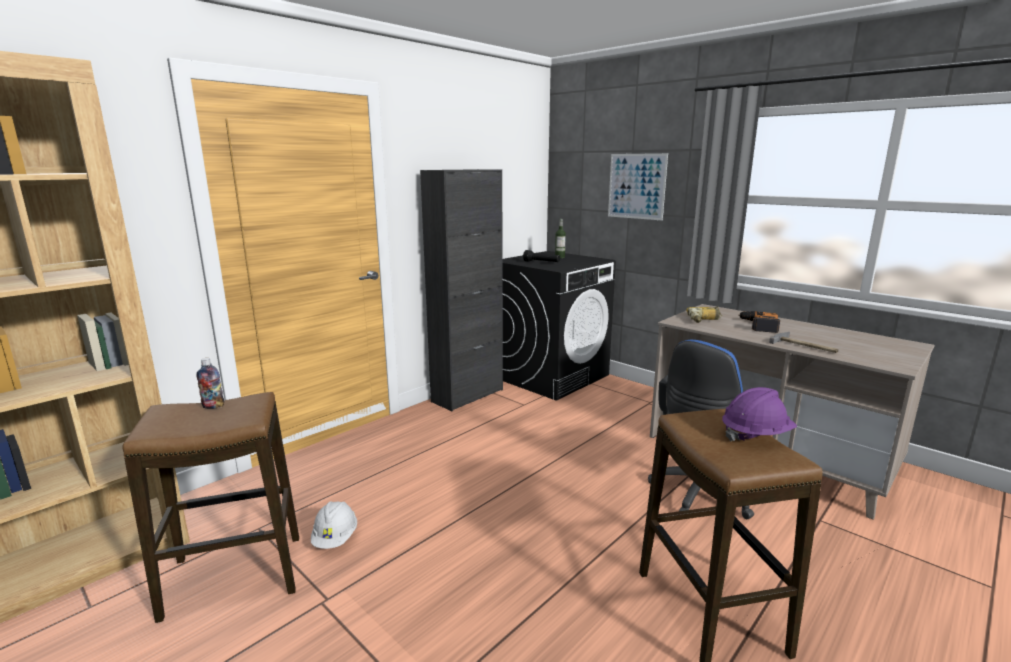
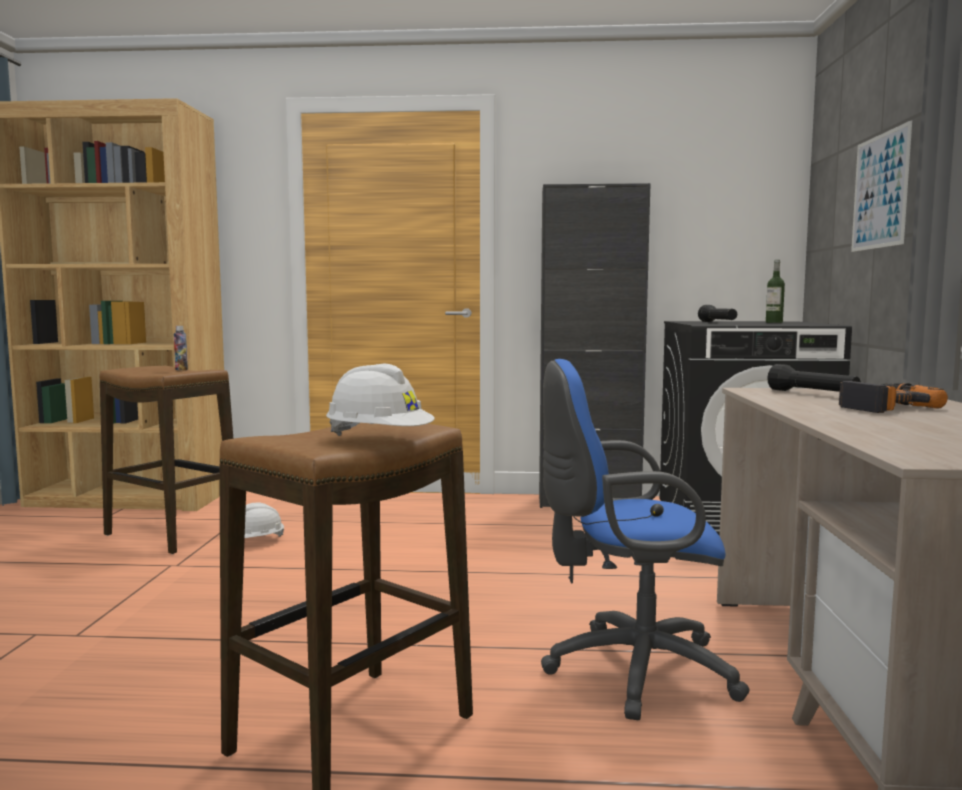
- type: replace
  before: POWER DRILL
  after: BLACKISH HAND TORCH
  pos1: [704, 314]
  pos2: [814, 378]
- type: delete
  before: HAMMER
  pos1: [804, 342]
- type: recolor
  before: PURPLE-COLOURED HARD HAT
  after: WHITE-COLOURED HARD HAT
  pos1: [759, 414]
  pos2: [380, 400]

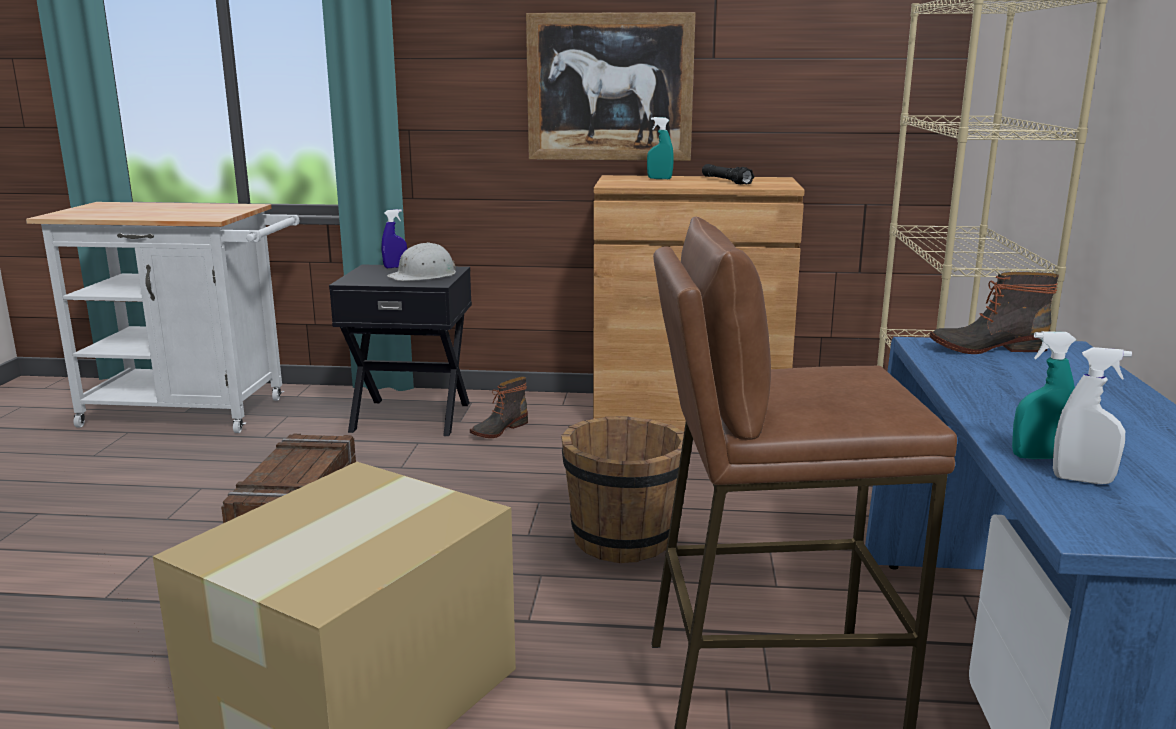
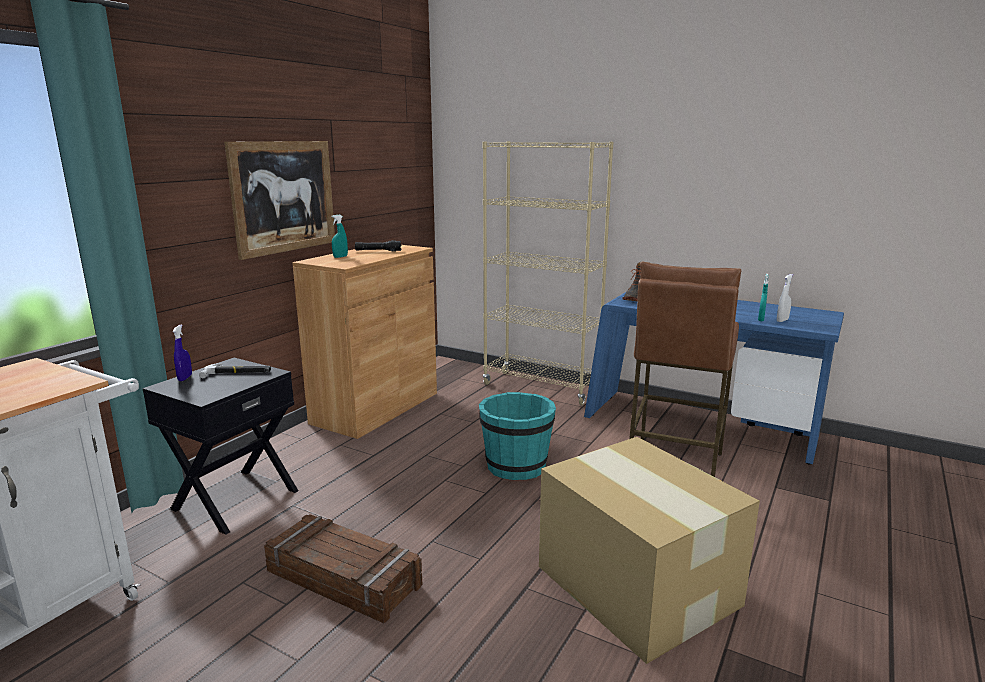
- type: replace
  before: WHITE-COLOURED HARD HAT
  after: HAMMER
  pos1: [421, 261]
  pos2: [235, 370]
- type: delete
  before: TALL BOOT
  pos1: [499, 407]
- type: recolor
  before: BROWN-COLOURED BUCKET
  after: BLUE-GREEN BUCKET
  pos1: [622, 490]
  pos2: [517, 436]

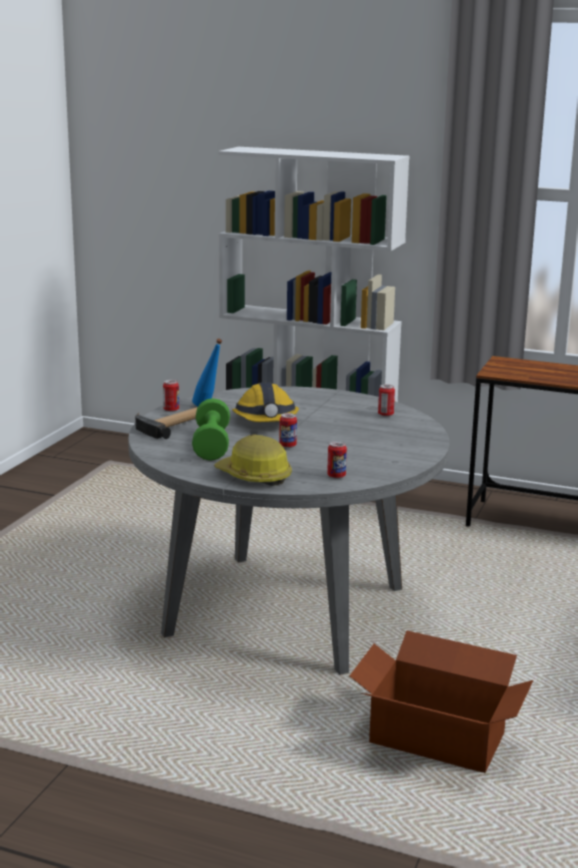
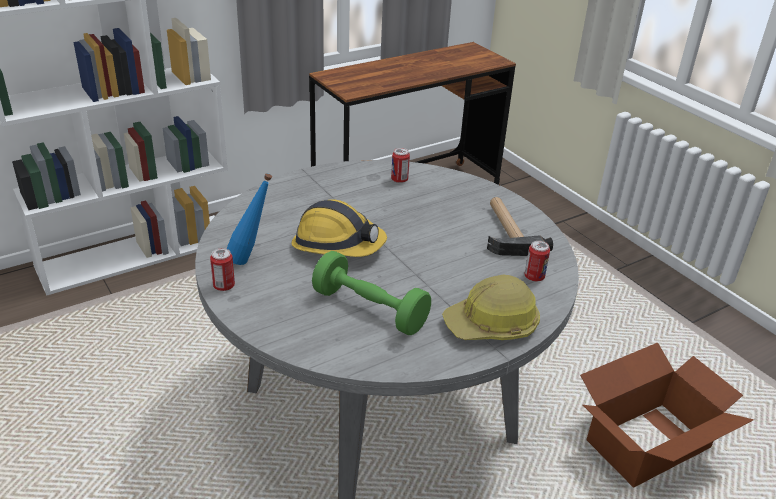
- type: move
  before: HAMMER
  pos1: [166, 423]
  pos2: [520, 226]
- type: delete
  before: METAL CAN
  pos1: [288, 430]

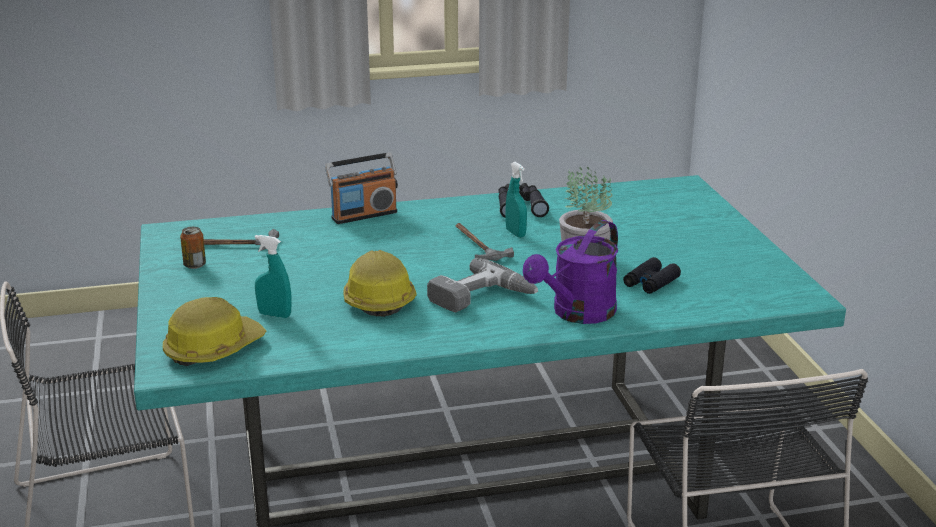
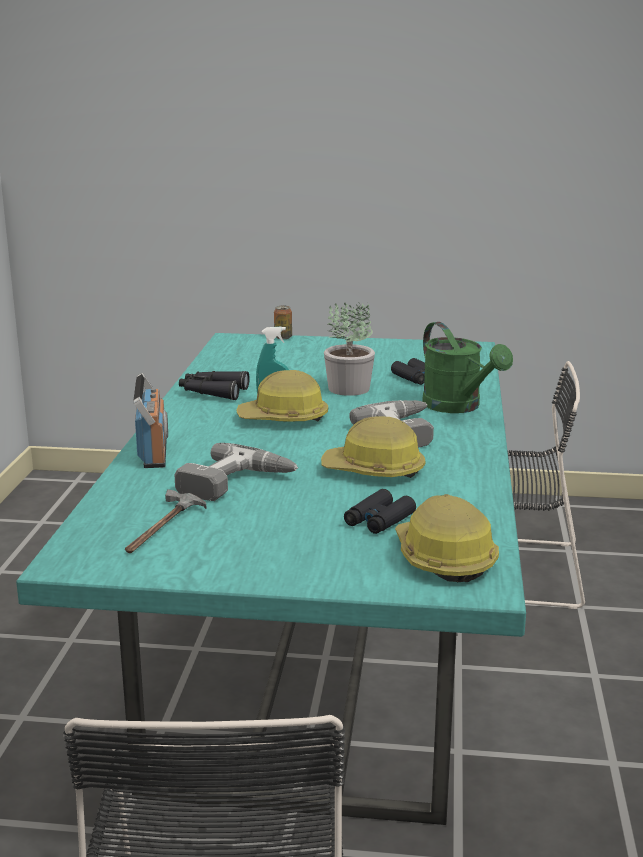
- type: recolor
  before: PURPLE-COLOURED WATERING CAN
  after: GREEN WATERING CAN
  pos1: [570, 272]
  pos2: [467, 367]
- type: replace
  before: HAMMER
  after: HARD HAT
  pos1: [485, 242]
  pos2: [282, 396]
- type: move
  before: METAL CAN
  pos1: [193, 248]
  pos2: [283, 322]
- type: replace
  before: BLUE-GREEN HAND SPRAYER
  after: BLACKISH BINOCULARS
  pos1: [273, 276]
  pos2: [380, 511]
- type: insert
  after: POWER DRILL
  pos2: [236, 472]

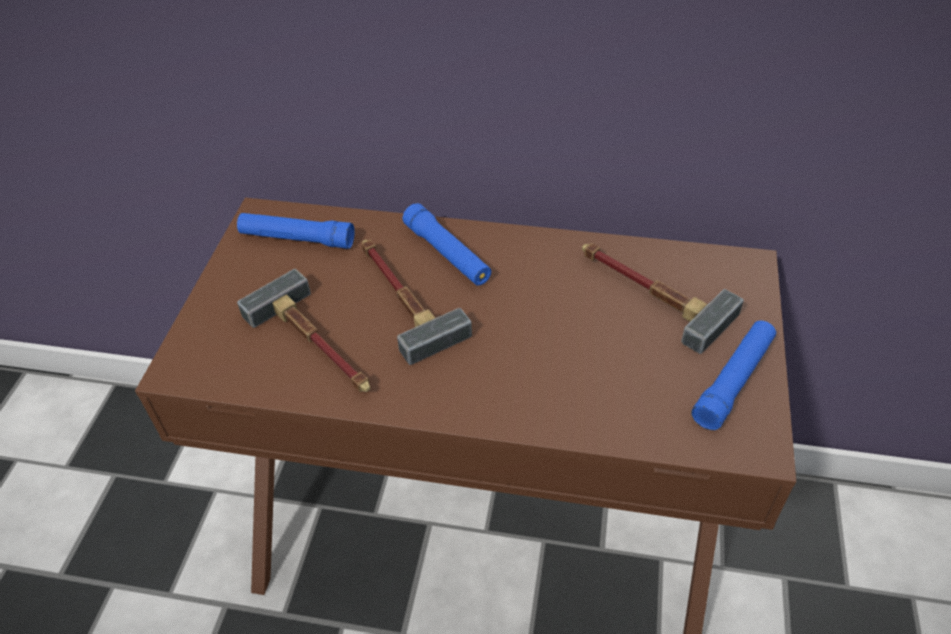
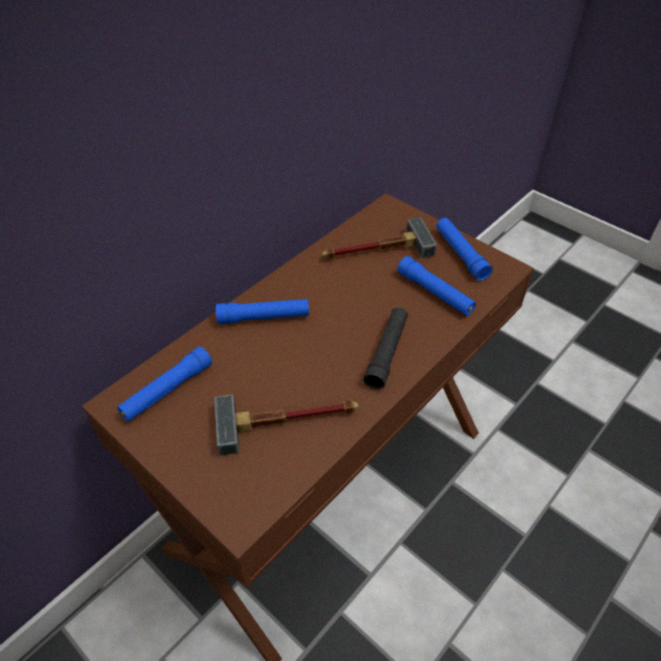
- type: delete
  before: HAMMER
  pos1: [417, 302]
- type: insert
  after: BLUE HAND TORCH
  pos2: [436, 286]
- type: insert
  after: BLACKISH HAND TORCH
  pos2: [385, 348]

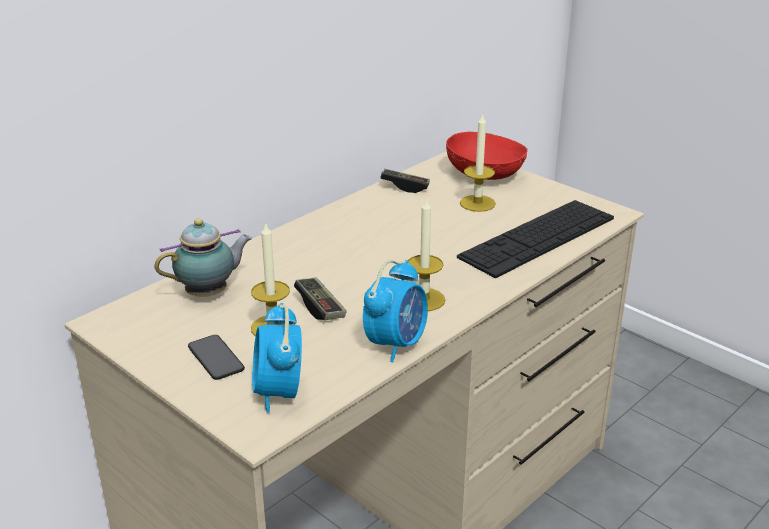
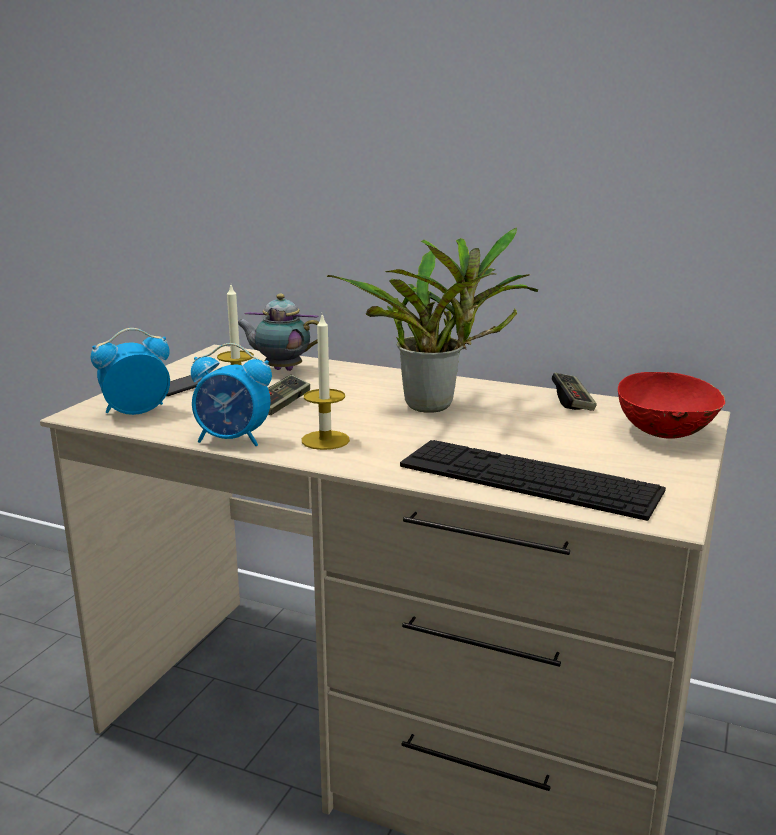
- type: delete
  before: WAX LIGHT
  pos1: [478, 162]
- type: rotate
  before: TEA POT
  pos1: [203, 258]
  pos2: [278, 332]
  turn: 150
- type: insert
  after: HOUSEPLANT
  pos2: [432, 319]

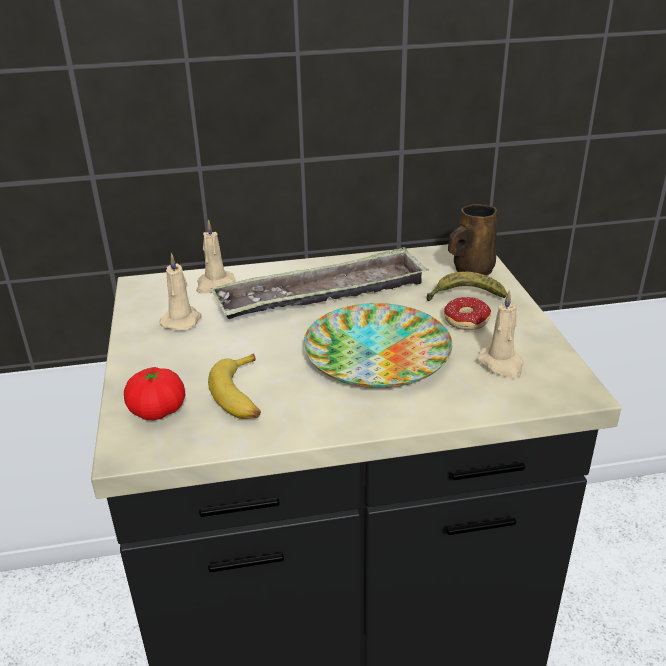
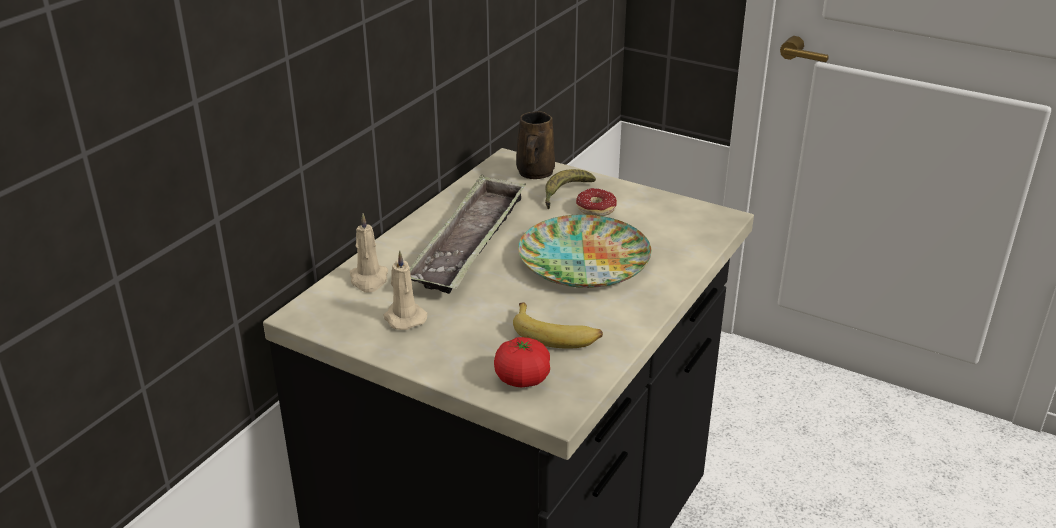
- type: delete
  before: SAND-COLOURED WAX LIGHT
  pos1: [500, 334]

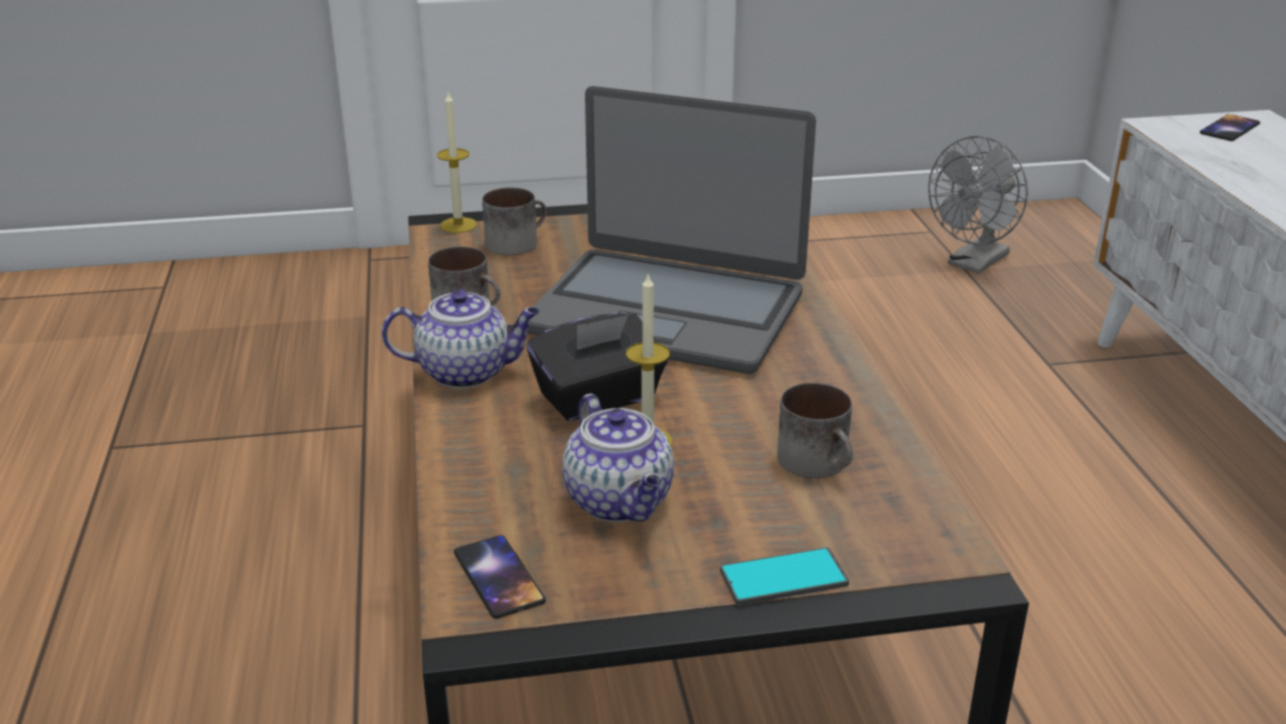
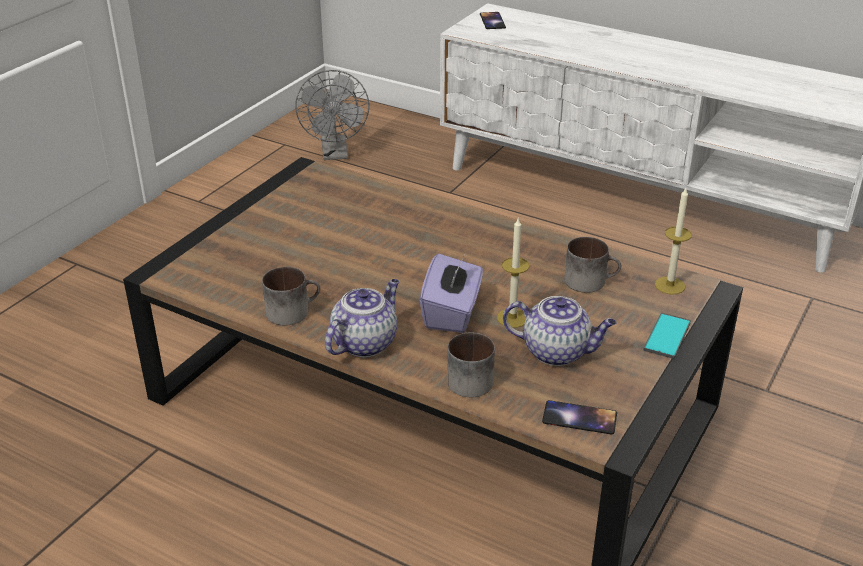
- type: delete
  before: PORTABLE COMPUTER
  pos1: [671, 230]
- type: move
  before: WAX LIGHT
  pos1: [457, 162]
  pos2: [673, 241]
- type: move
  before: MUG
  pos1: [514, 222]
  pos2: [471, 364]
- type: recolor
  before: BLACKISH TISSUE HOLDER
  after: PURPLE-COLOURED TISSUE HOLDER
  pos1: [597, 367]
  pos2: [451, 293]

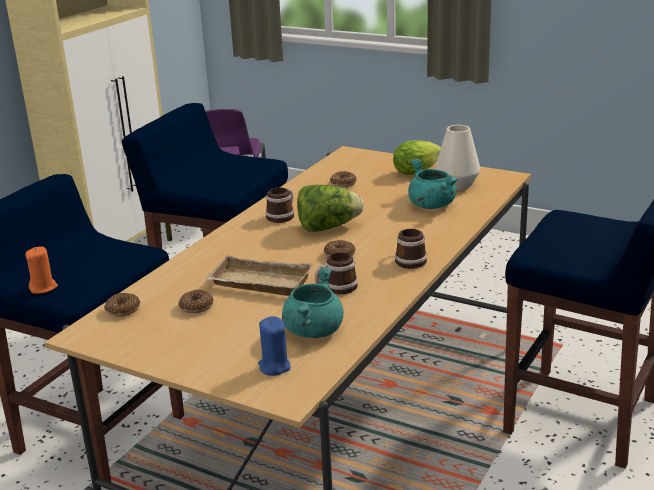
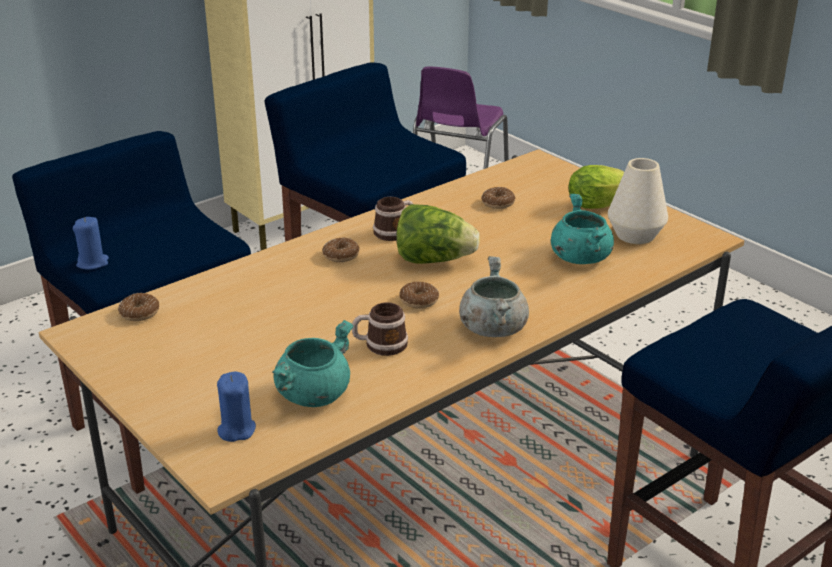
- type: replace
  before: MUG
  after: GREY STOCKPOT
  pos1: [411, 249]
  pos2: [494, 296]
- type: recolor
  before: ORANGE WAX LIGHT
  after: BLUE WAX LIGHT
  pos1: [41, 270]
  pos2: [91, 243]
- type: delete
  before: SAND-COLOURED CARRYING TRAY
  pos1: [259, 275]
- type: move
  before: RING DOUGHNUT
  pos1: [196, 301]
  pos2: [341, 249]

